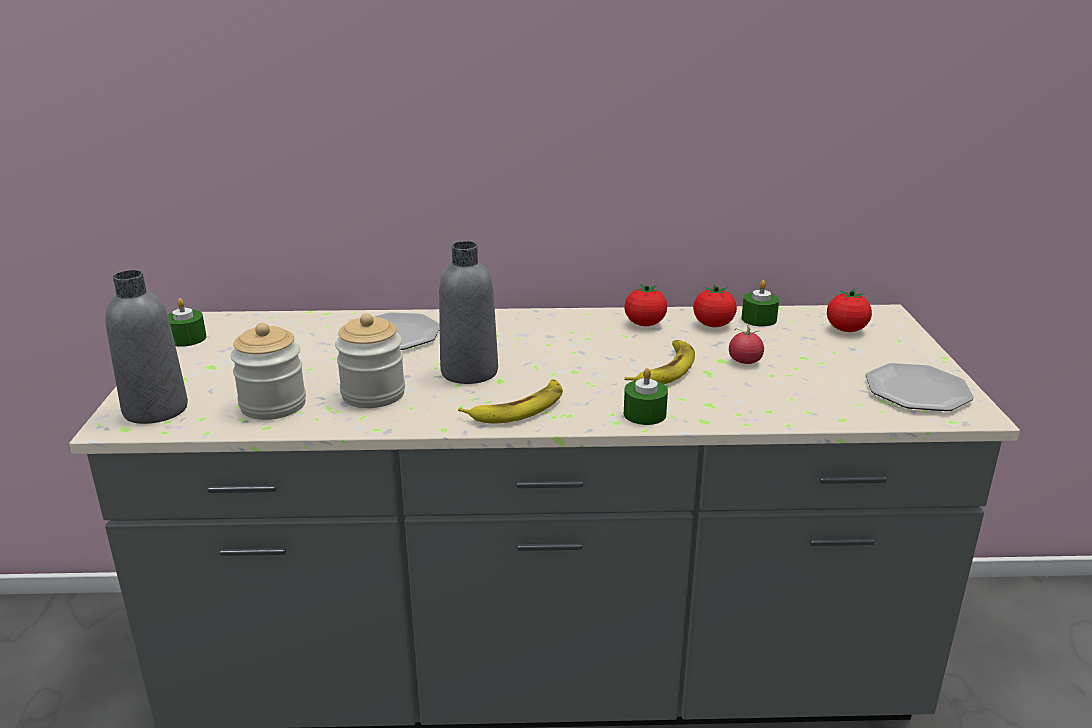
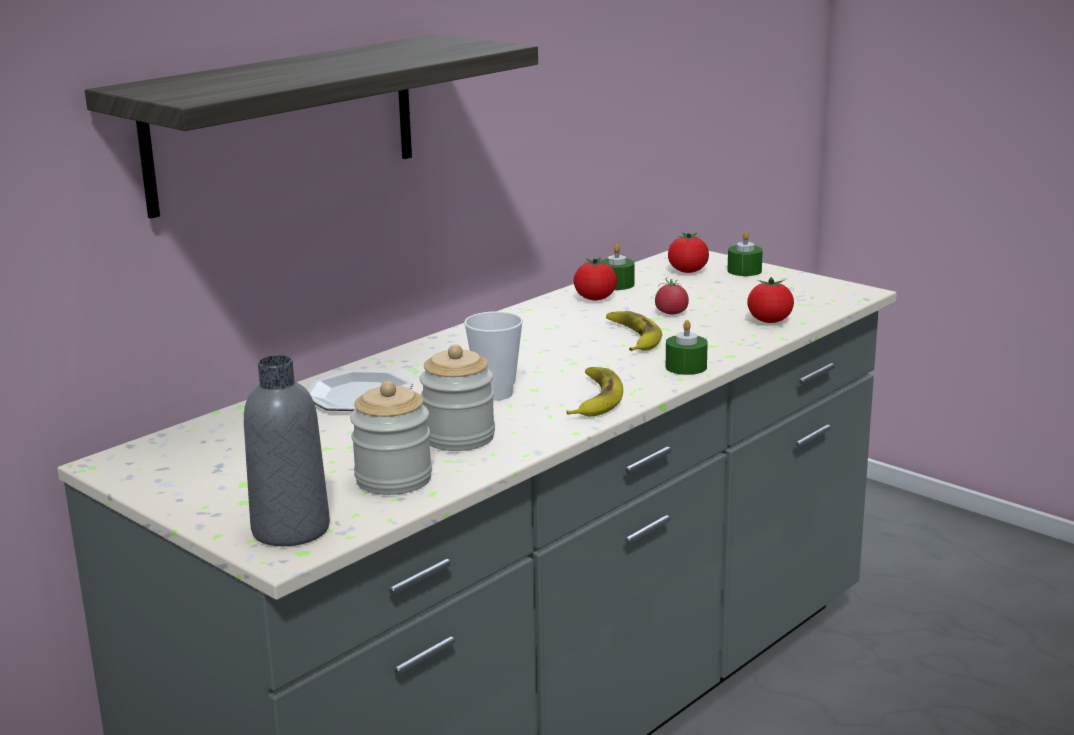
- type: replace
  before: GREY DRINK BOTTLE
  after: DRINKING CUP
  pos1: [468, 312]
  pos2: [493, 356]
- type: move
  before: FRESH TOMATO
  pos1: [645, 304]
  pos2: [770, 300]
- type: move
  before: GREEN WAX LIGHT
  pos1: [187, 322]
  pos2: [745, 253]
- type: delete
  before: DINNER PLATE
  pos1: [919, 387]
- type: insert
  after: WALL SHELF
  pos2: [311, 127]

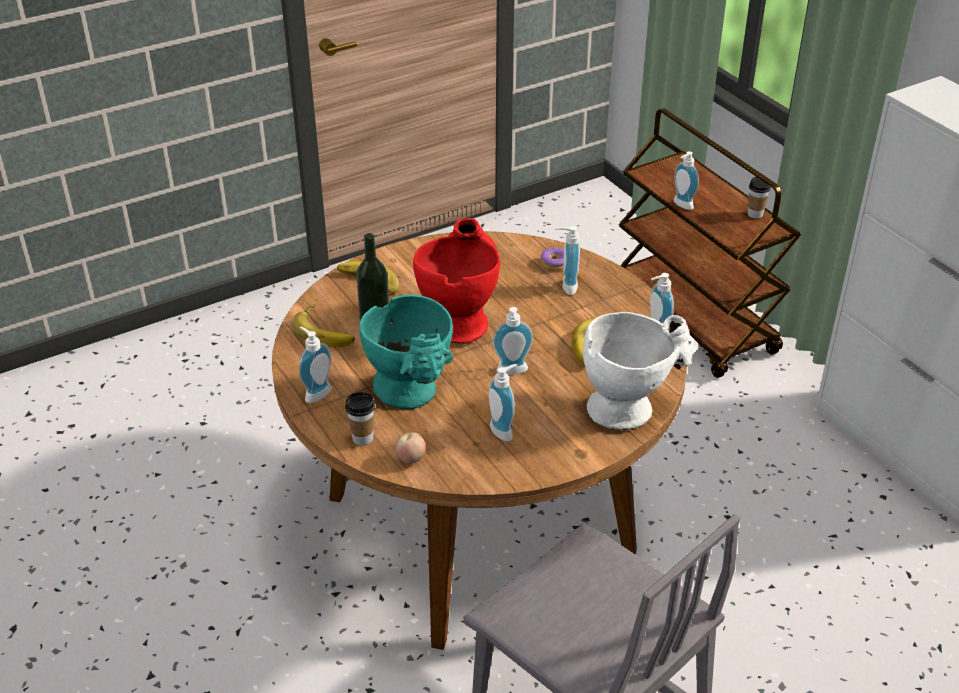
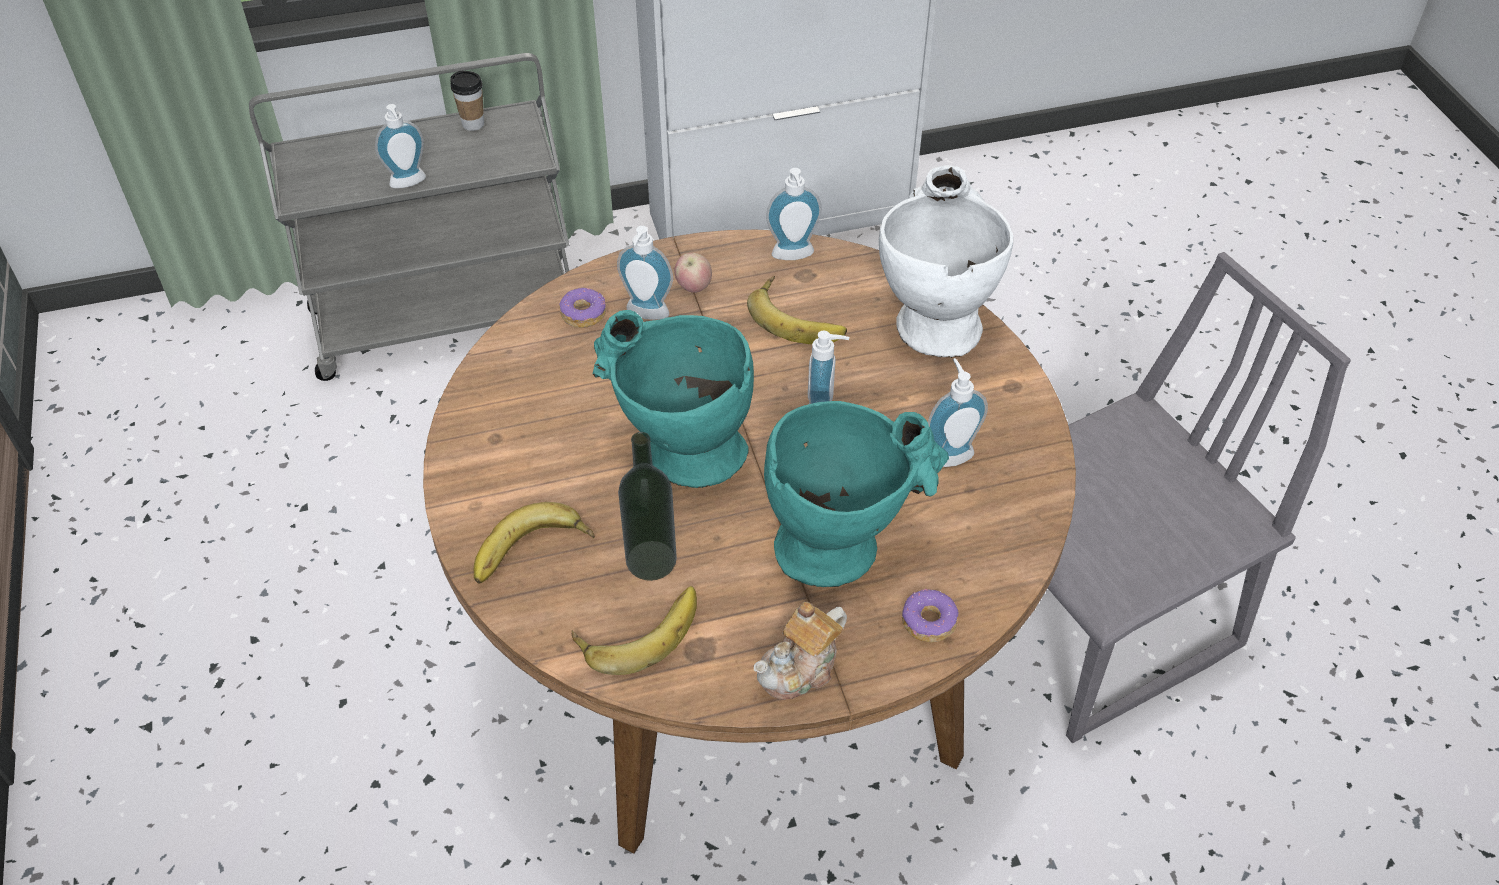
- type: recolor
  before: BROWN-COLOURED CART
  after: GREY CART
  pos1: [709, 243]
  pos2: [409, 217]
- type: recolor
  before: REDDISH DECORATIVE VASE
  after: BLUE-GREEN DECORATIVE VASE
  pos1: [456, 281]
  pos2: [673, 399]
- type: replace
  before: LIQUID SOAP BOTTLE
  after: TEA POT
  pos1: [315, 365]
  pos2: [800, 650]
- type: replace
  before: DRINKING CUP
  after: RING DOUGHNUT
  pos1: [360, 419]
  pos2: [930, 615]
- type: move
  before: WHOLE APPLE
  pos1: [410, 448]
  pos2: [693, 273]

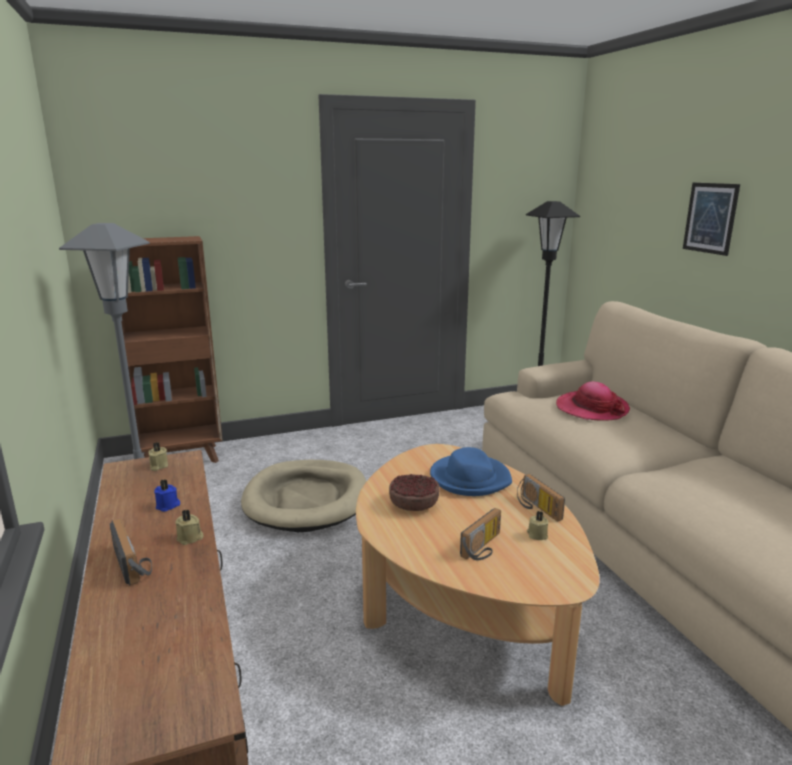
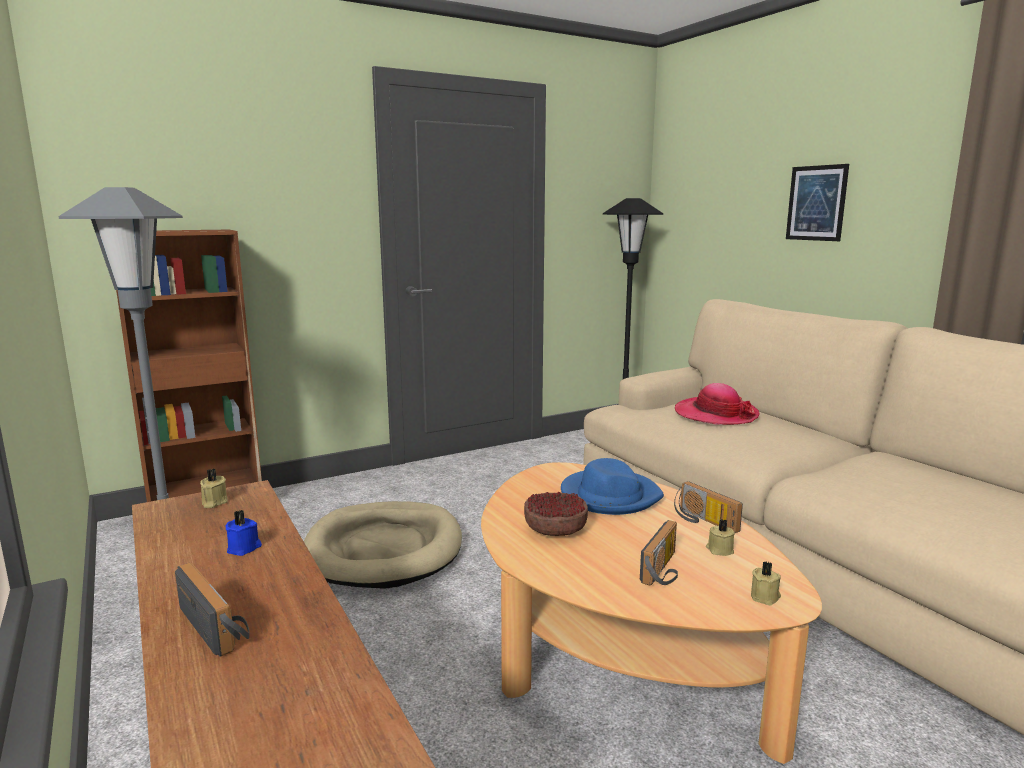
- type: move
  before: SAND-COLOURED WAX LIGHT
  pos1: [189, 527]
  pos2: [766, 583]

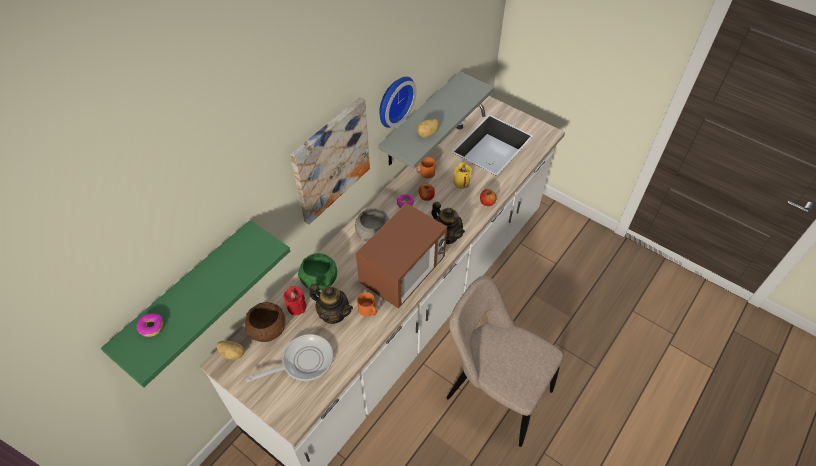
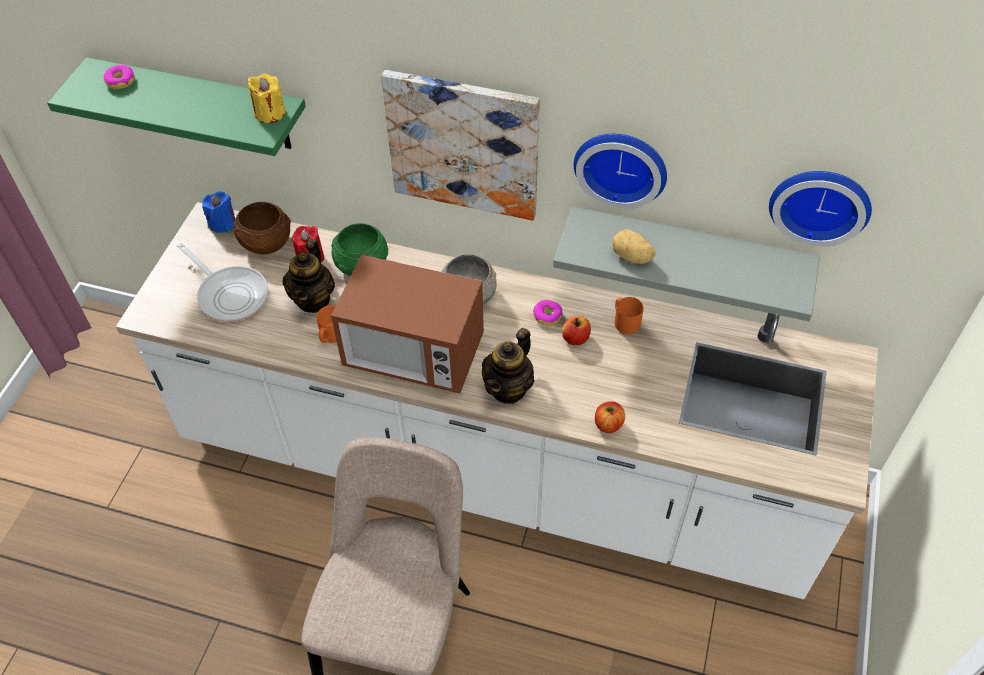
- type: move
  before: YELLOW WAX LIGHT
  pos1: [463, 176]
  pos2: [266, 98]
- type: replace
  before: POTATO
  after: BLUE WAX LIGHT
  pos1: [230, 350]
  pos2: [218, 212]
- type: insert
  after: CLOCK ON THE WALL
  pos2: [820, 209]

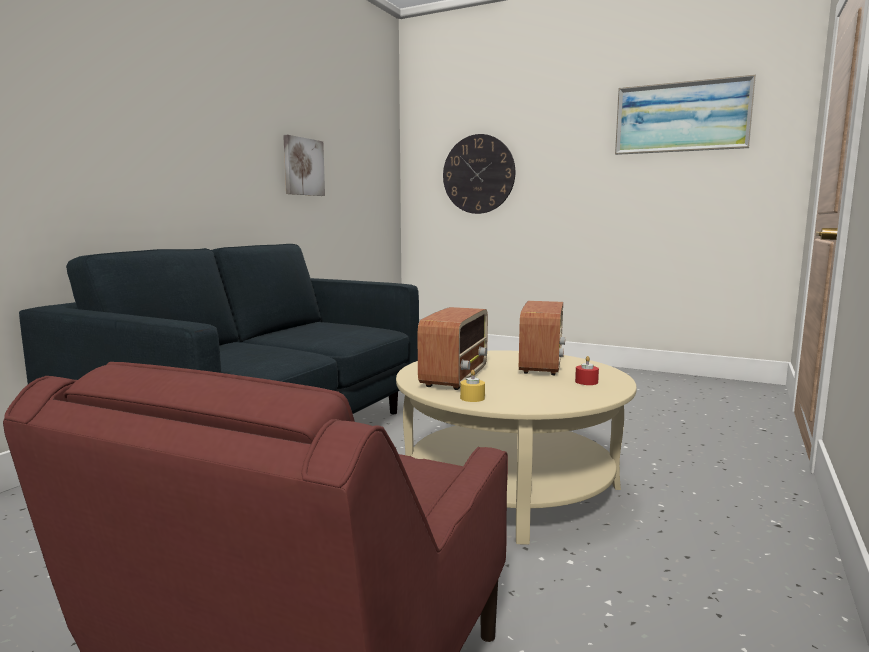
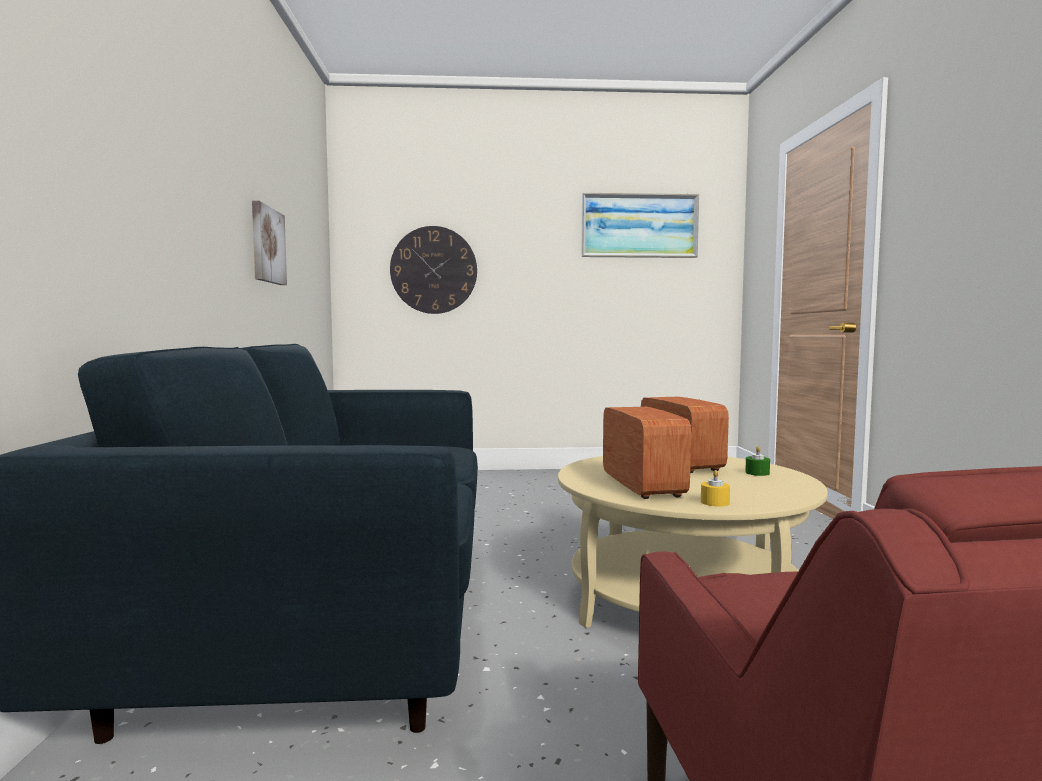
- type: recolor
  before: REDDISH WAX LIGHT
  after: GREEN WAX LIGHT
  pos1: [587, 370]
  pos2: [757, 461]

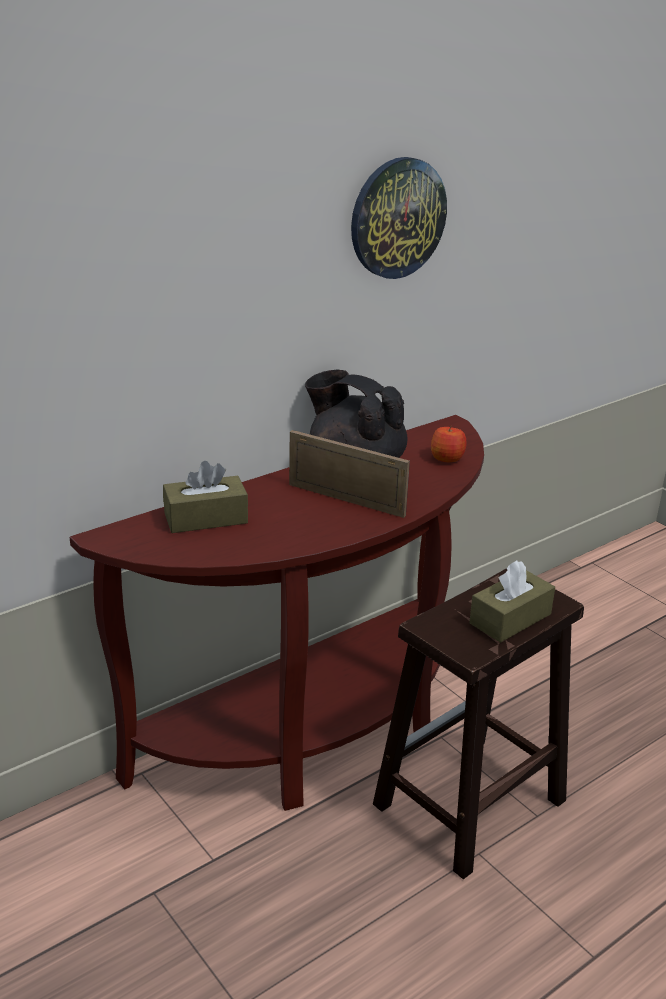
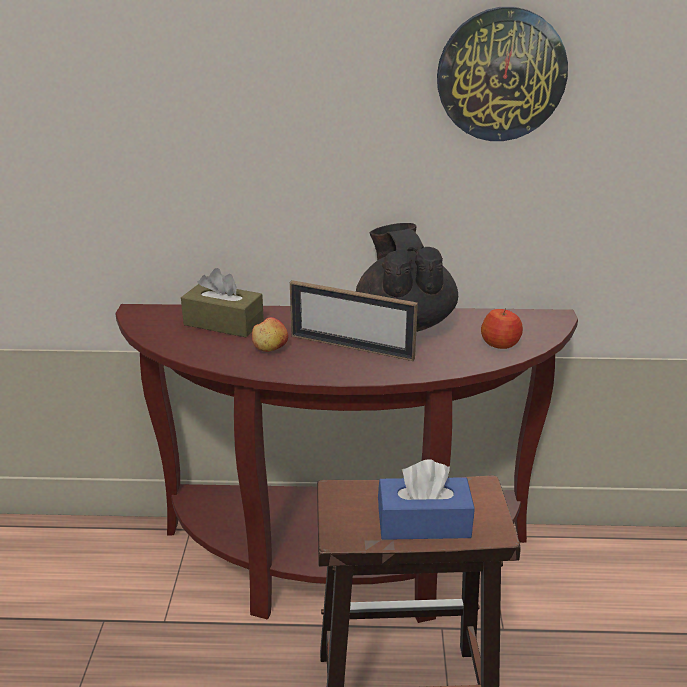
- type: rotate
  before: STANDING FRAME
  pos1: [349, 474]
  pos2: [354, 320]
  turn: 135
- type: recolor
  before: BROWN-COLOURED TISSUE HOLDER
  after: BLUE TISSUE HOLDER
  pos1: [512, 601]
  pos2: [426, 499]
- type: insert
  after: WHOLE APPLE
  pos2: [270, 334]

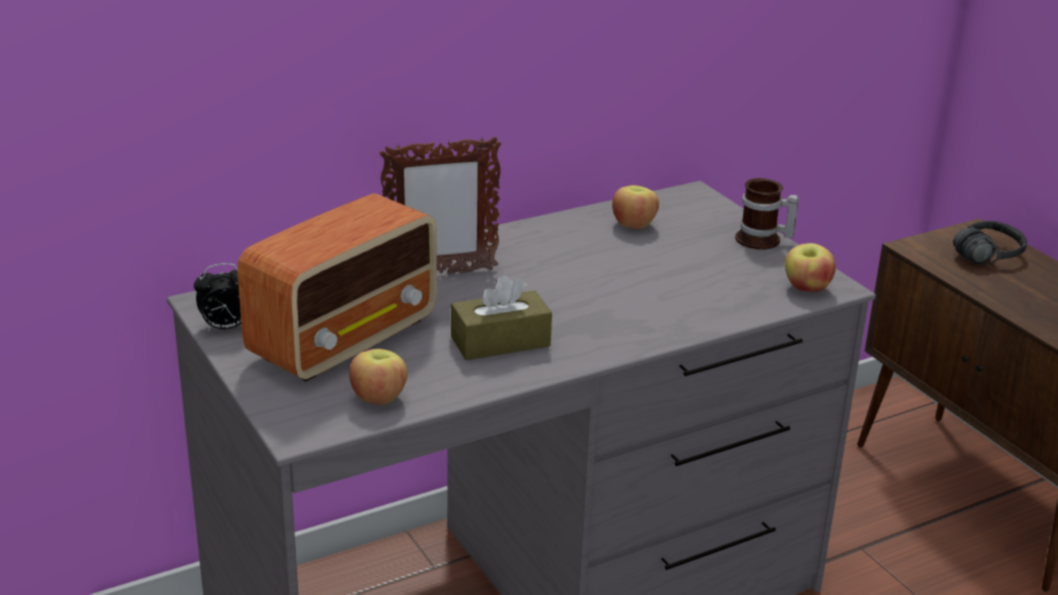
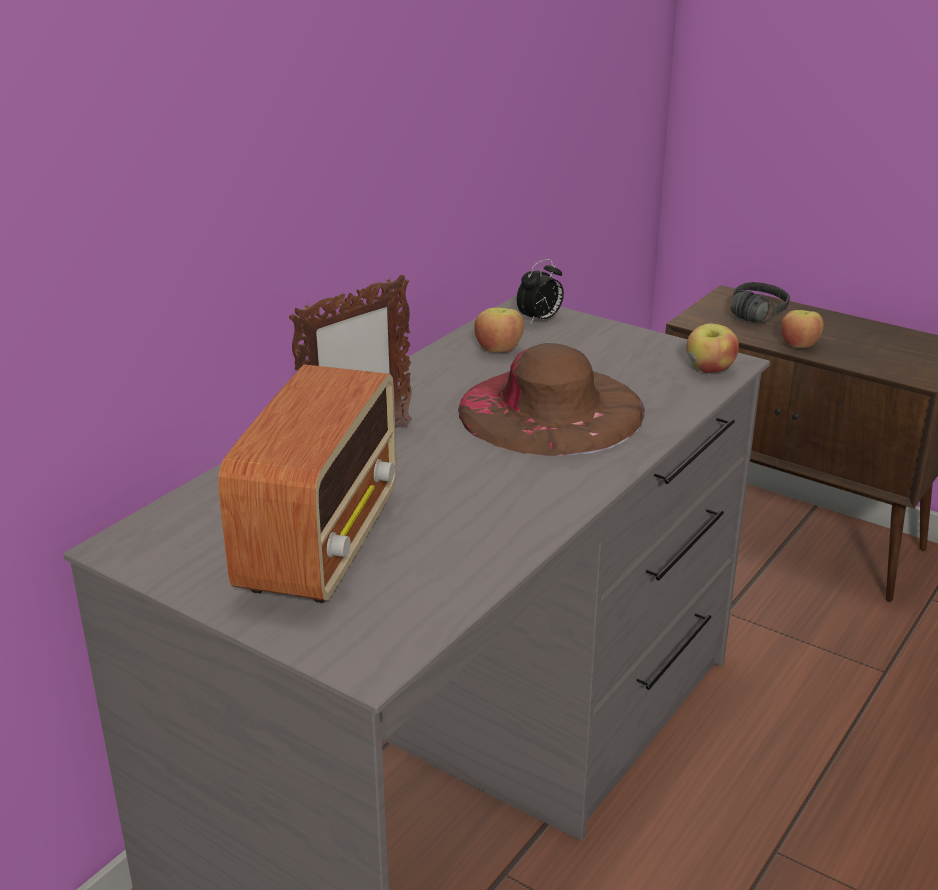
- type: delete
  before: MUG
  pos1: [766, 214]
- type: move
  before: TABLE CLOCK
  pos1: [217, 297]
  pos2: [540, 292]
- type: delete
  before: BROWN-COLOURED TISSUE HOLDER
  pos1: [501, 317]
- type: move
  before: WHOLE APPLE
  pos1: [378, 377]
  pos2: [802, 329]
- type: insert
  after: BROWN-COLOURED HAT
  pos2: [551, 399]

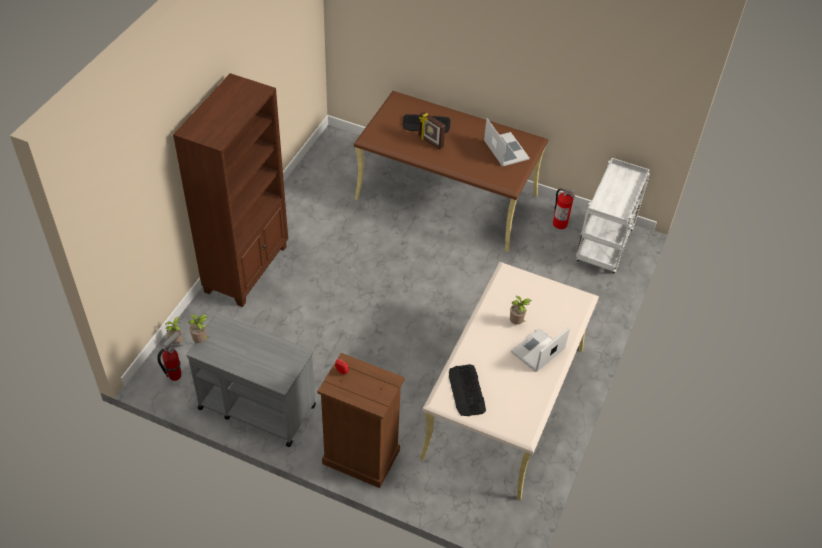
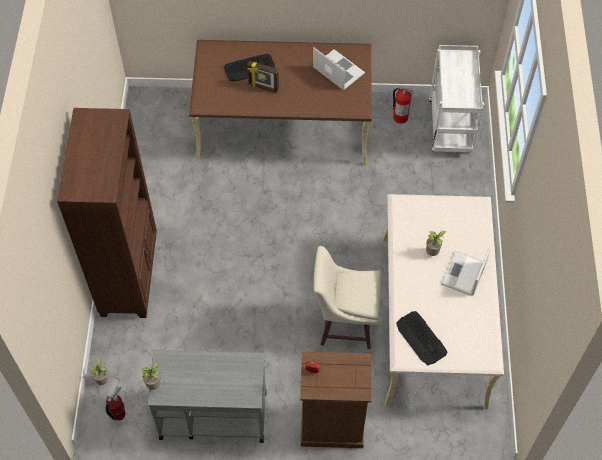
- type: insert
  after: SAND-COLOURED STOOL
  pos2: [347, 297]

